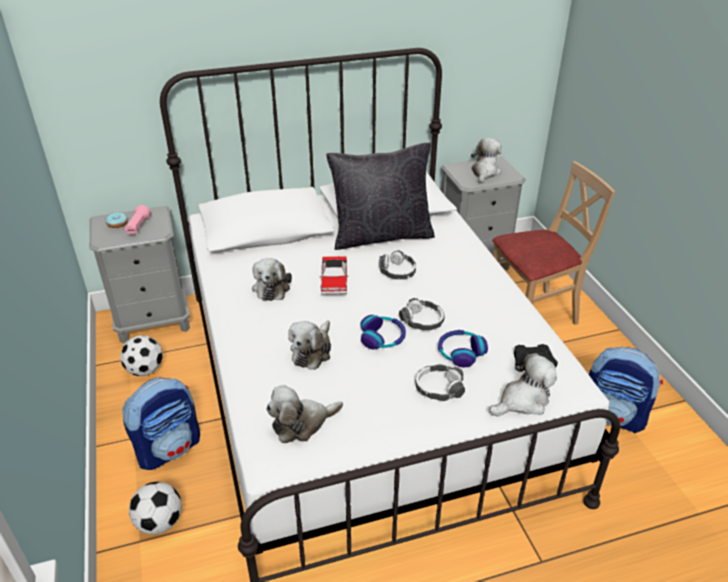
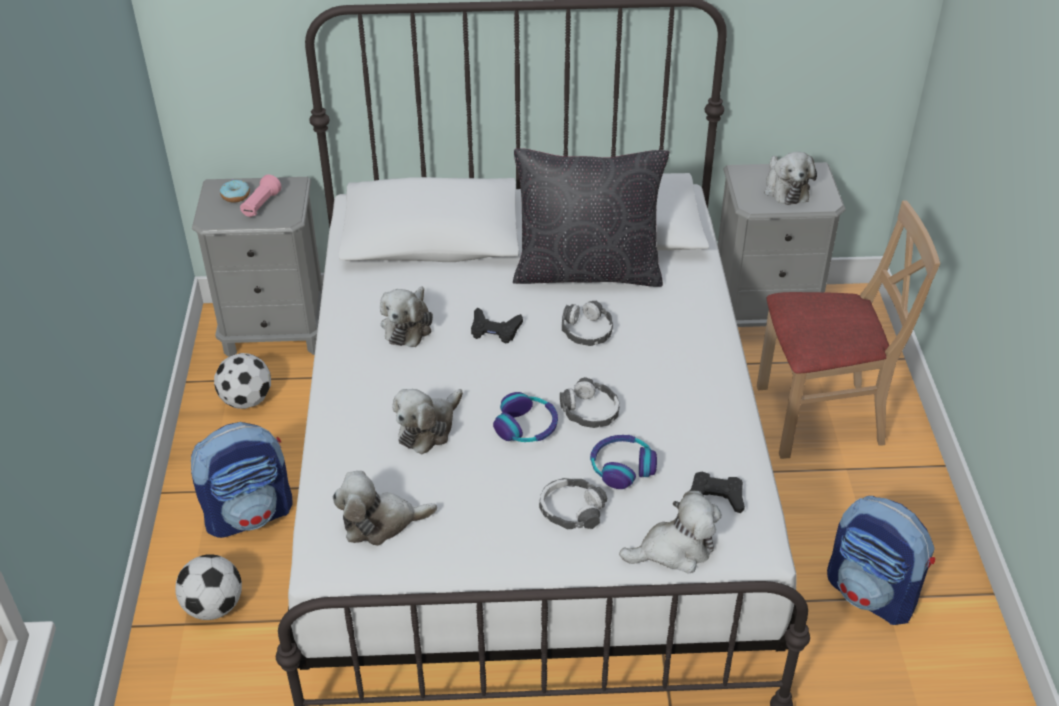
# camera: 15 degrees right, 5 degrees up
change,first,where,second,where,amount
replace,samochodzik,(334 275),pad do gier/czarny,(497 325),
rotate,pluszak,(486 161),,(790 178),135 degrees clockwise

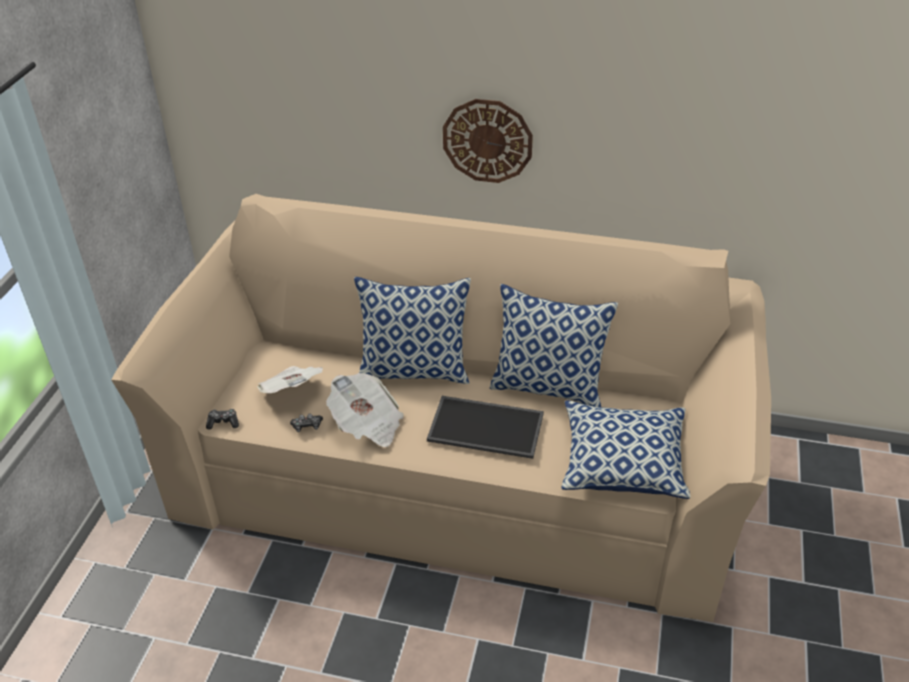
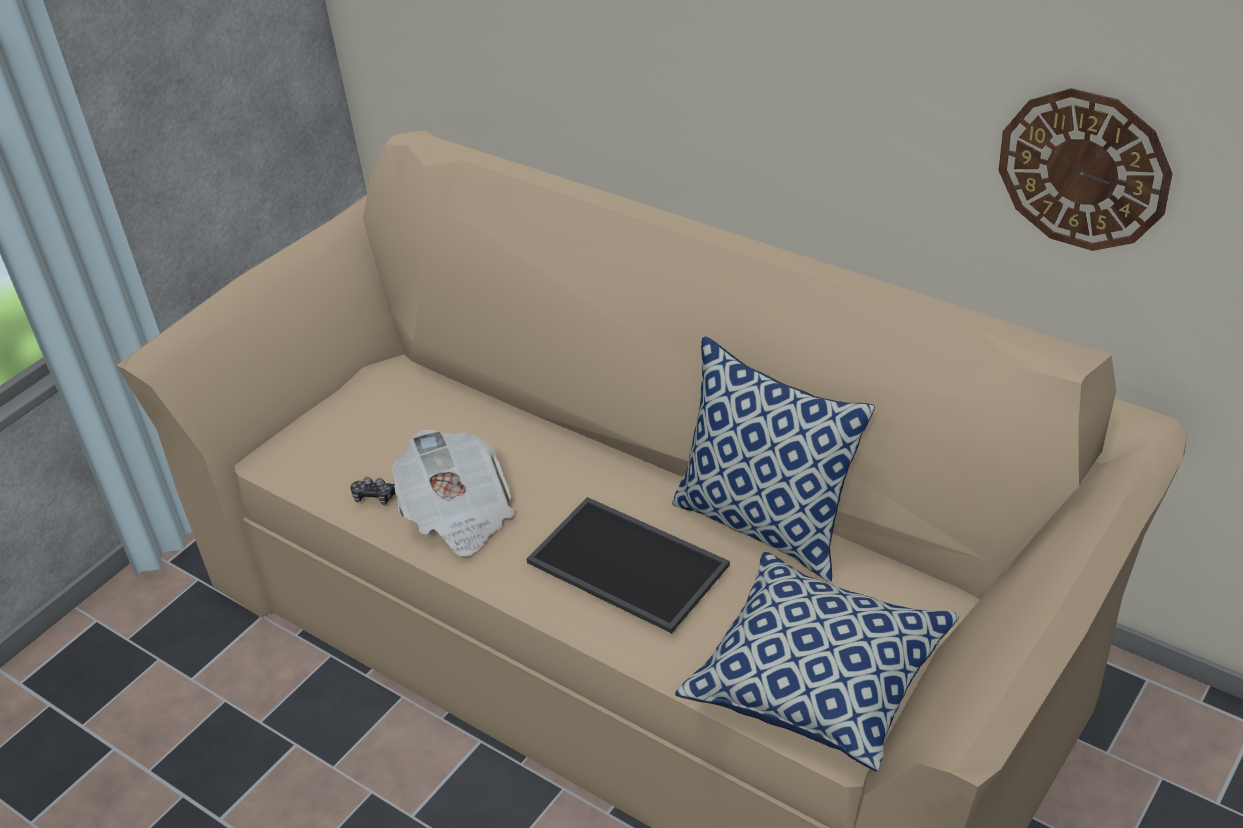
# camera: 25 degrees right, 0 degrees up
change,first,where,second,where,amount
move,zegar ścienny,(488 141),,(1086 169),
delete,pad do gier,(222 419),,,
delete,gazeta,(290 379),,,
delete,poduszka,(412 330),,,

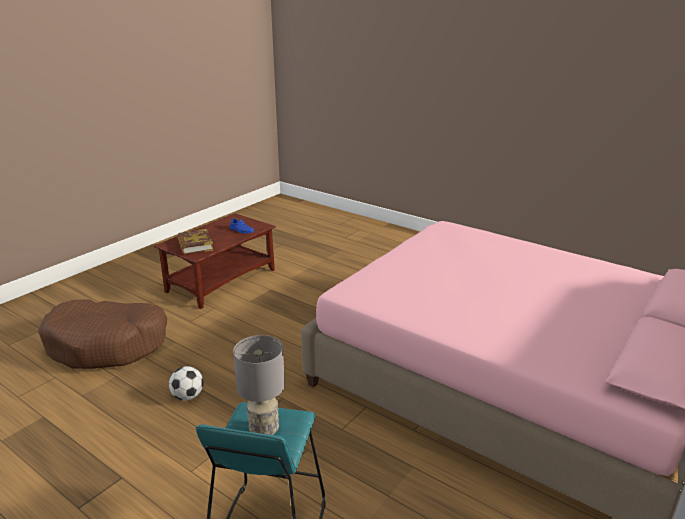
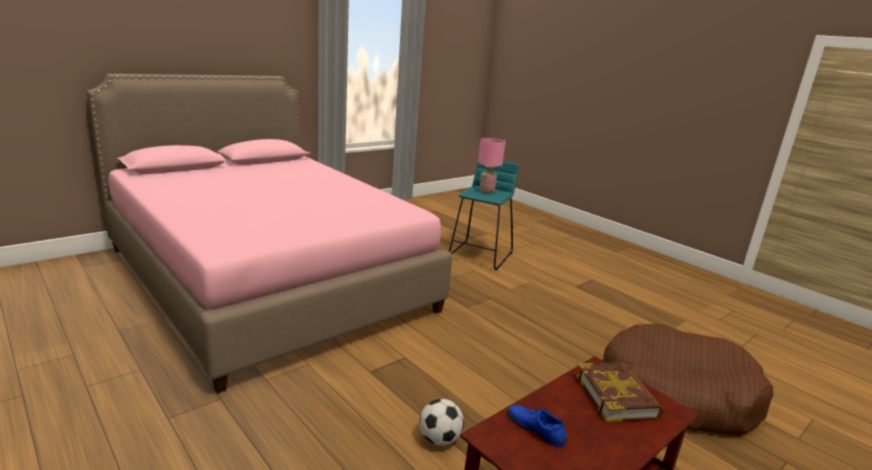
# camera: 170 degrees left, 5 degrees down
change,first,where,second,where,amount
move,piłka futbolowa,(186 383),,(442 422),
recolor,lampa stołowa/szary,(259 385),lampa stołowa/różowy,(491 165),

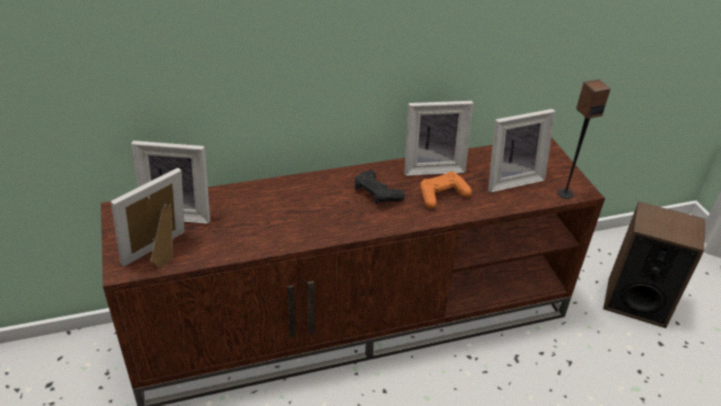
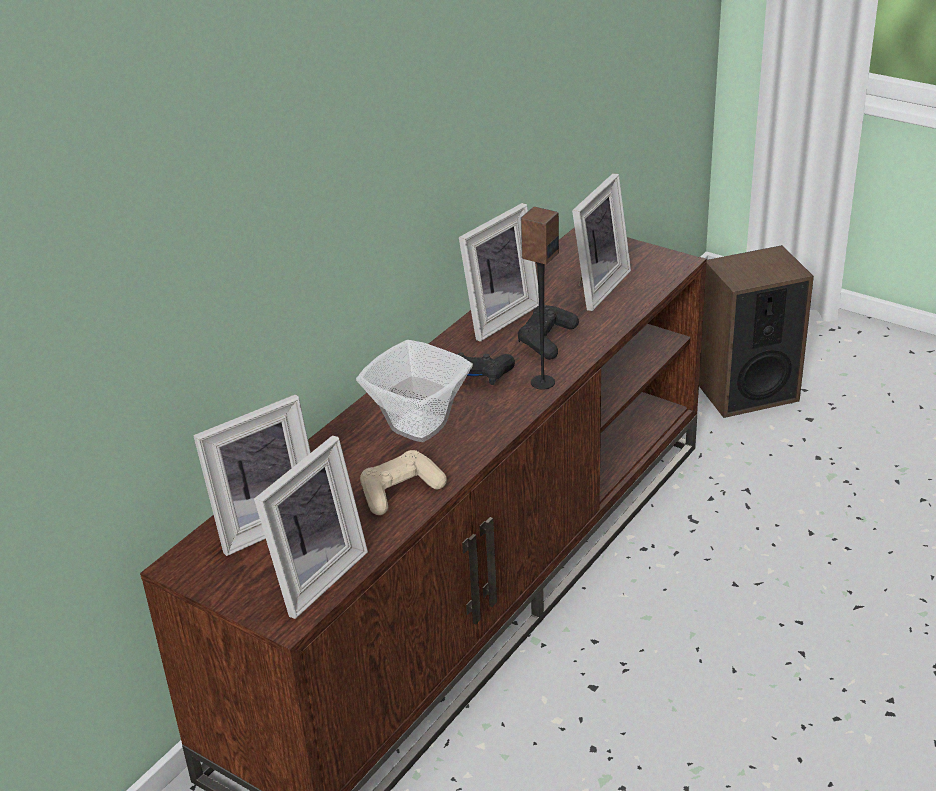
# camera: 35 degrees left, 5 degrees down
change,first,where,second,where,amount
rotate,ramka na zdjęcie,(148 218),,(311 527),150 degrees counterclockwise
insert,,,miska,(414 391),
insert,,,pad do gier/beżowy,(403 482),
recolor,pad do gier/pomarańczowy,(446 190),pad do gier/czarny,(548 332),
move,głośnik,(583 139),,(540 298),

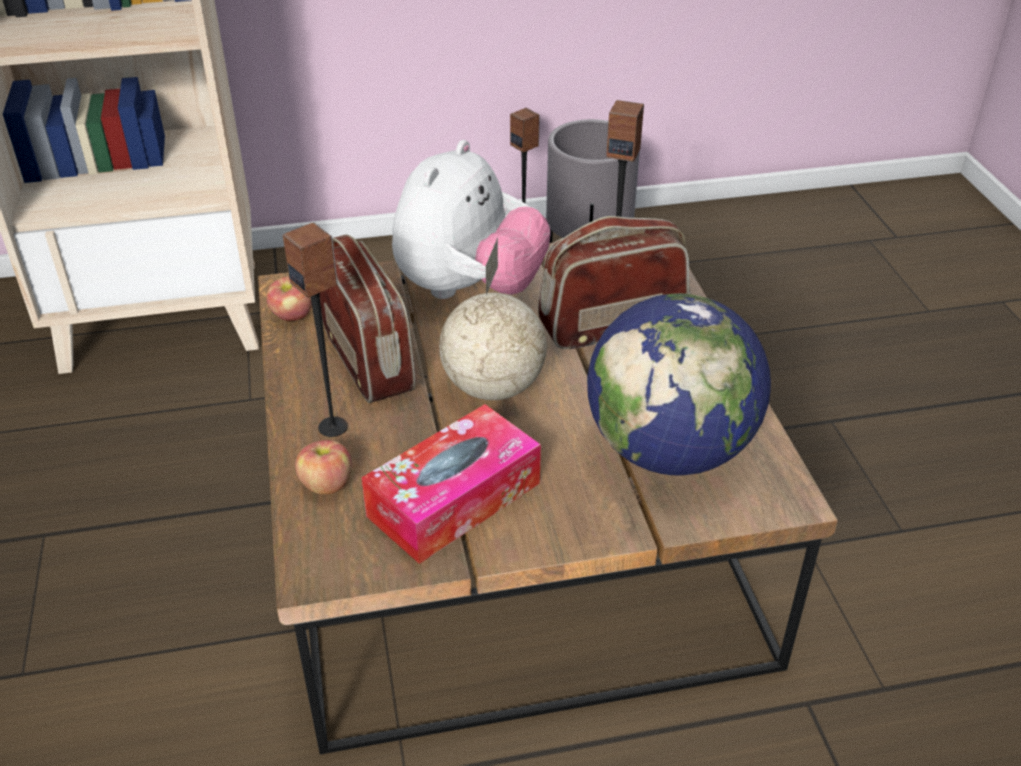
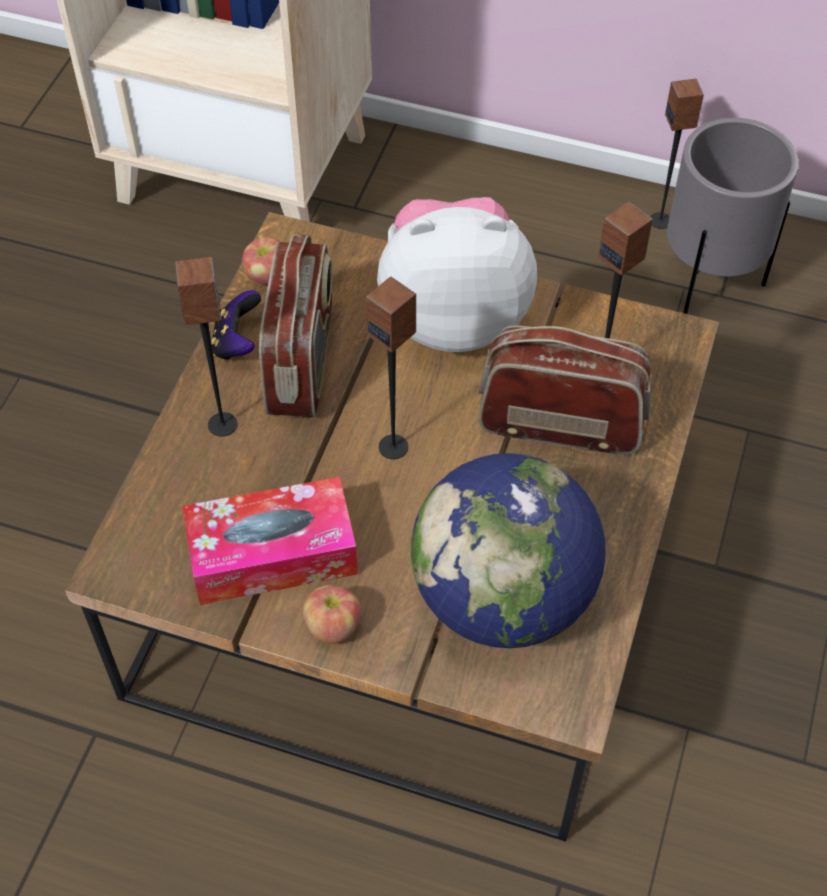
# camera: 30 degrees right, 15 degrees up
change,first,where,second,where,amount
insert,,,pad do gier,(236 325),
move,jabłko,(323 467),,(332 614),
replace,globus,(493 319),głośnik,(391 368),
rotate,pluszak,(471 219),,(457 274),150 degrees counterclockwise

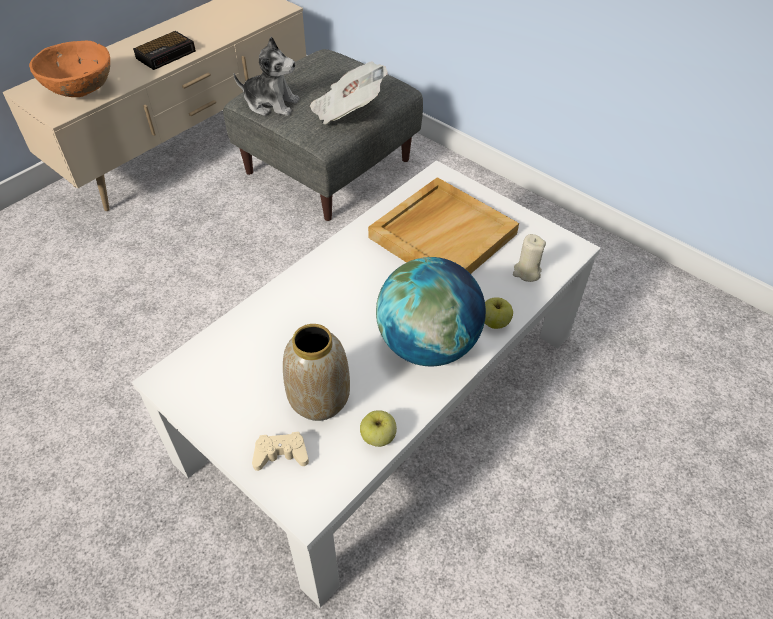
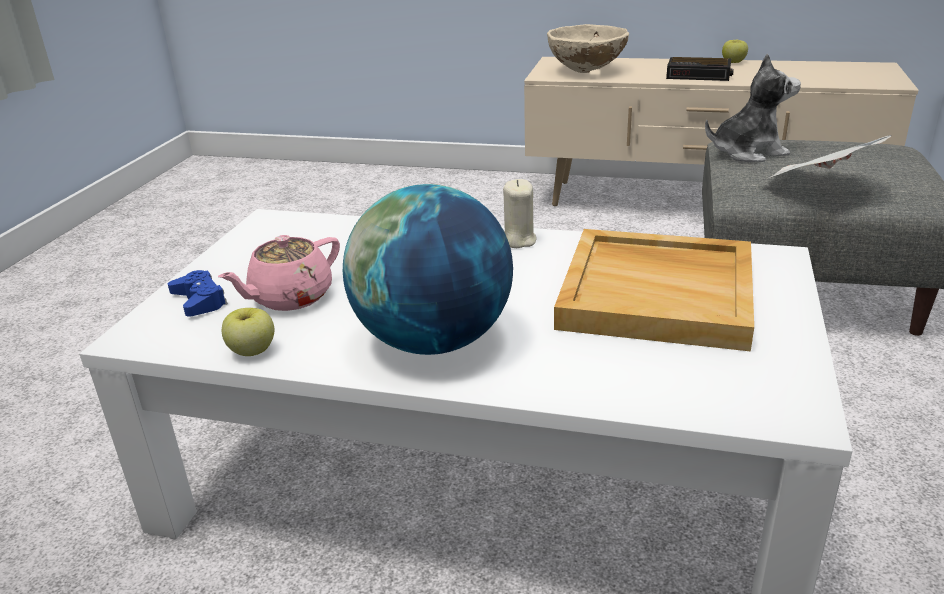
# camera: 65 degrees right, 20 degrees down
change,first,where,second,where,amount
recolor,pad do gier/beżowy,(280 451),pad do gier/niebieski,(198 293),
replace,wazon,(316 372),imbryk/różowy,(279 273),
move,świeca/beżowy,(529 258),,(520 213),
recolor,miska/pomarańczowy,(69 69),miska/beżowy,(588 48),
rotate,pluszak,(266 76),,(753 108),90 degrees counterclockwise
move,jabłko,(499 313),,(735 51),

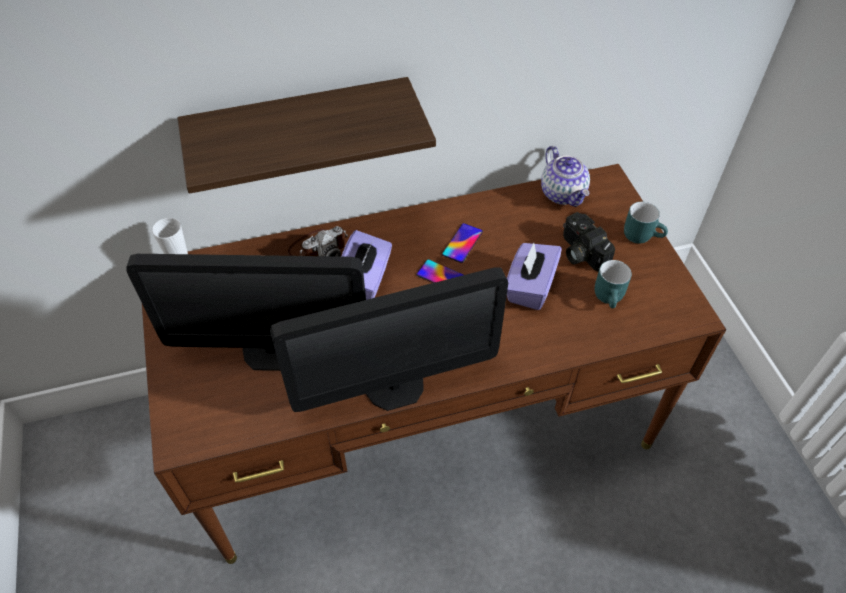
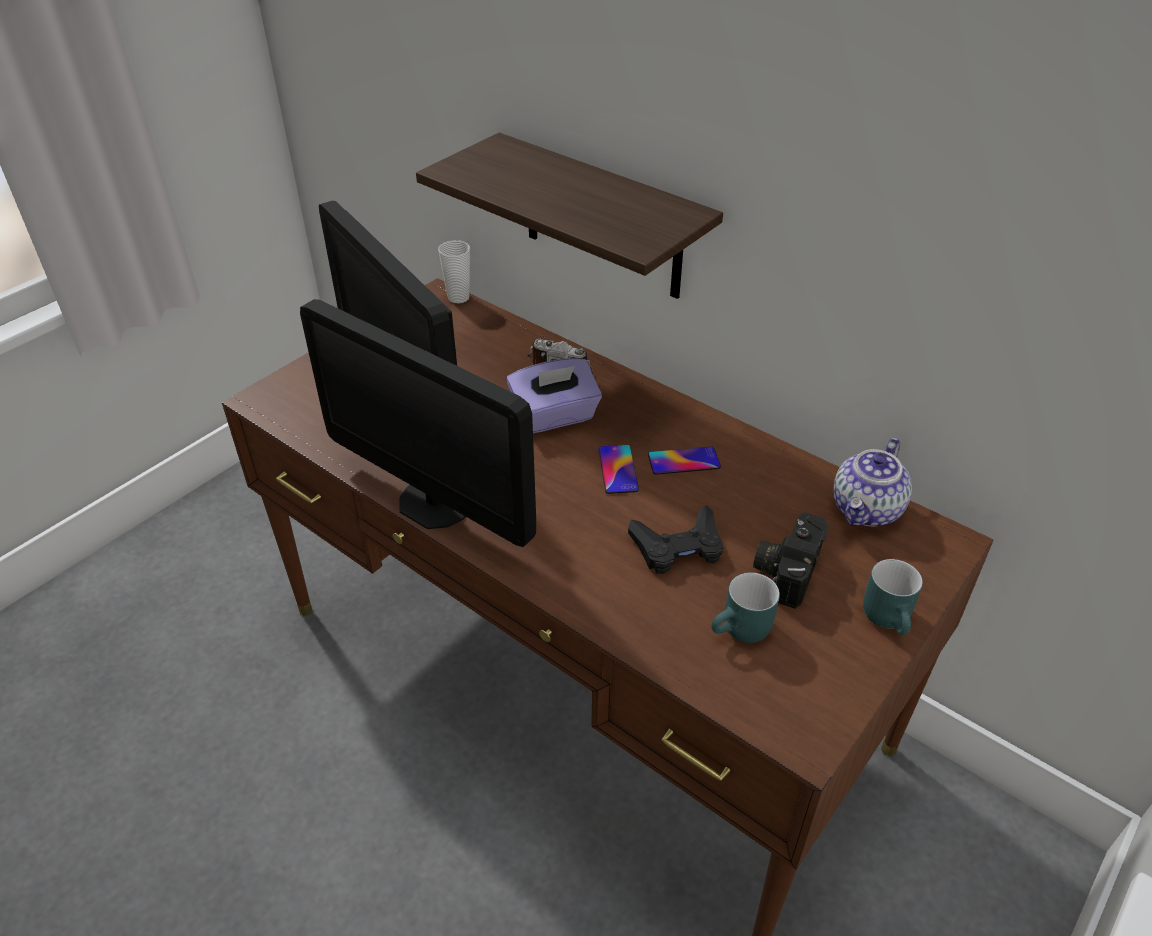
# camera: 55 degrees right, 10 degrees down
change,first,where,second,where,amount
replace,pudełko chusteczek/fioletowy,(534 276),pad do gier/czarny,(675 539),

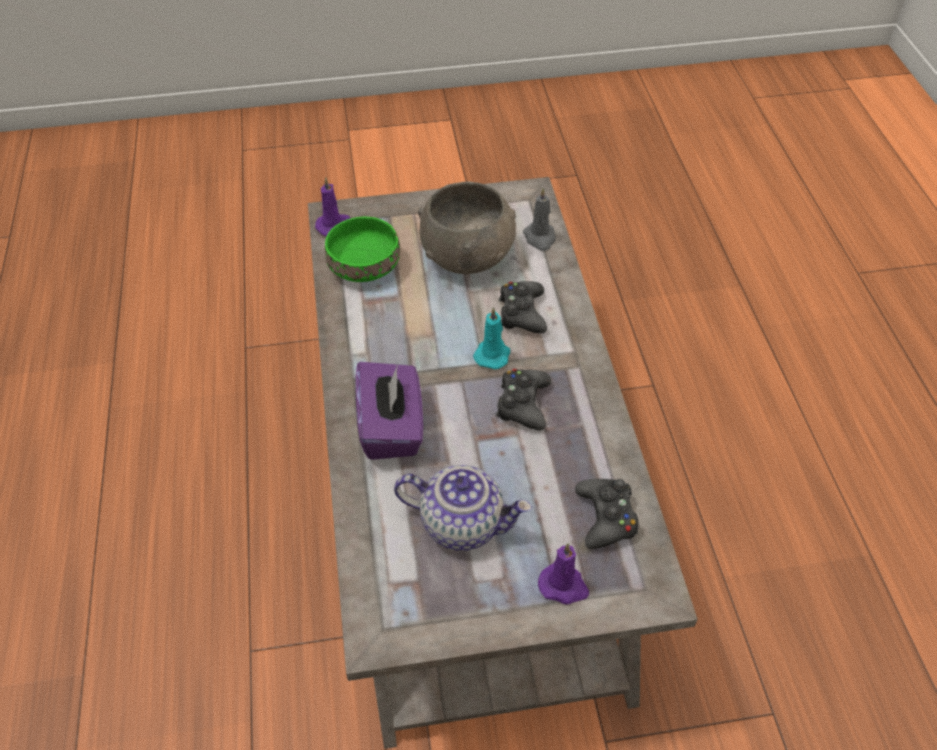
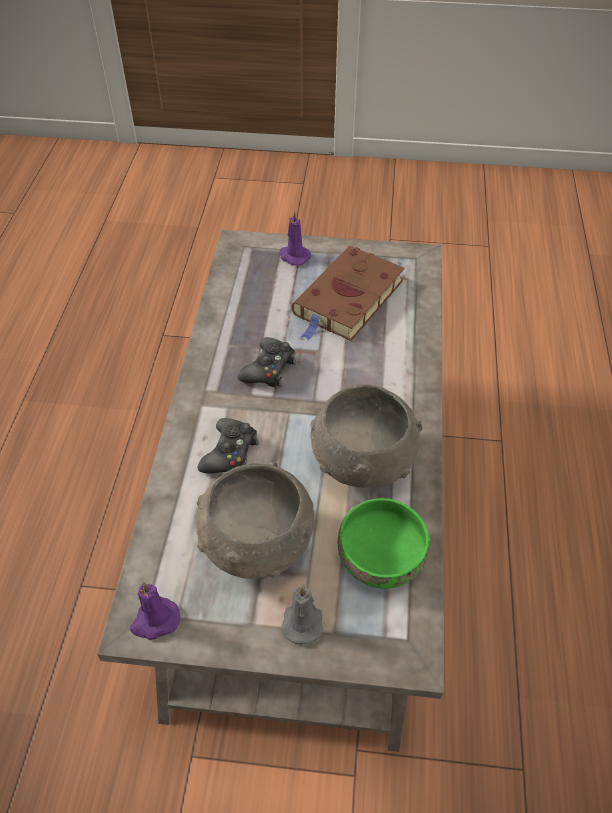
# camera: 165 degrees left, 0 degrees up
change,first,where,second,where,amount
move,świeca/fioletowy,(333 206),,(155 611),
move,świeca/szary,(539 219),,(302 614),
replace,imbryk,(463 508),książka/brązowy,(348 293),
insert,,,miska/szary,(366 436),
delete,pudełko chusteczek/fioletowy,(389 411),,,
delete,świeca/turkusowy,(491 338),,,
delete,pad do gier/czarny,(607 514),,,

